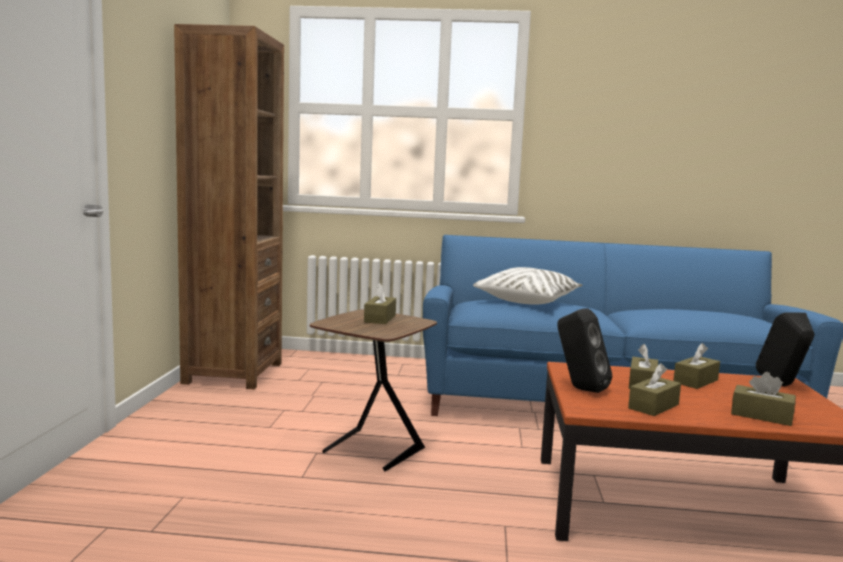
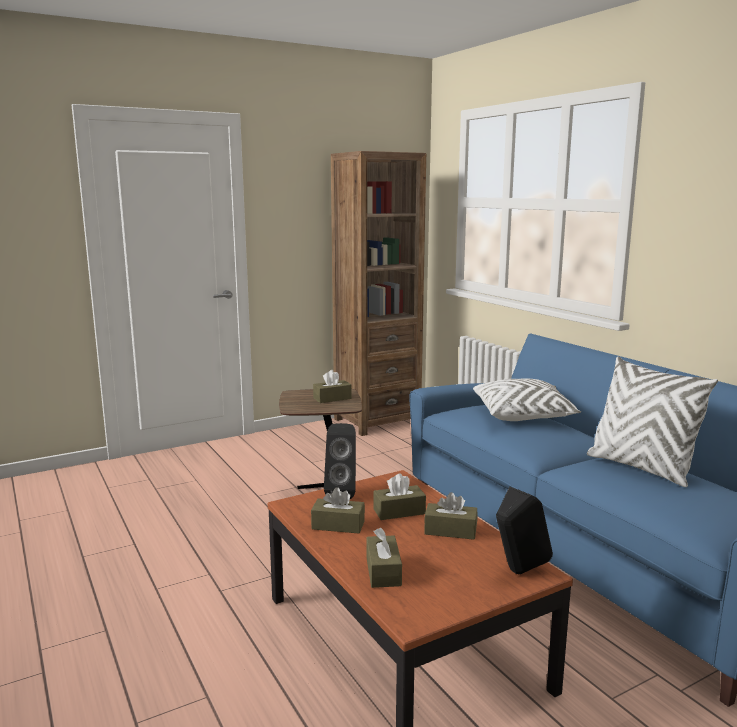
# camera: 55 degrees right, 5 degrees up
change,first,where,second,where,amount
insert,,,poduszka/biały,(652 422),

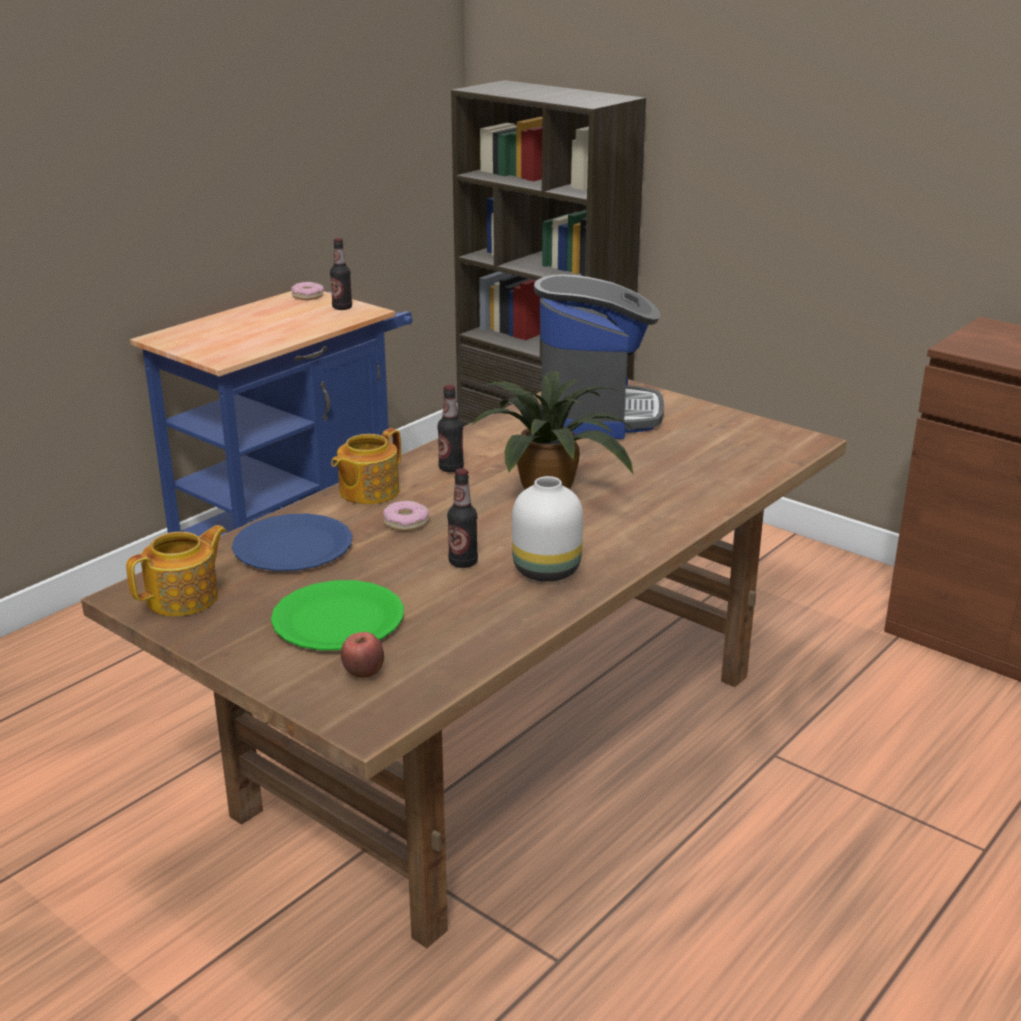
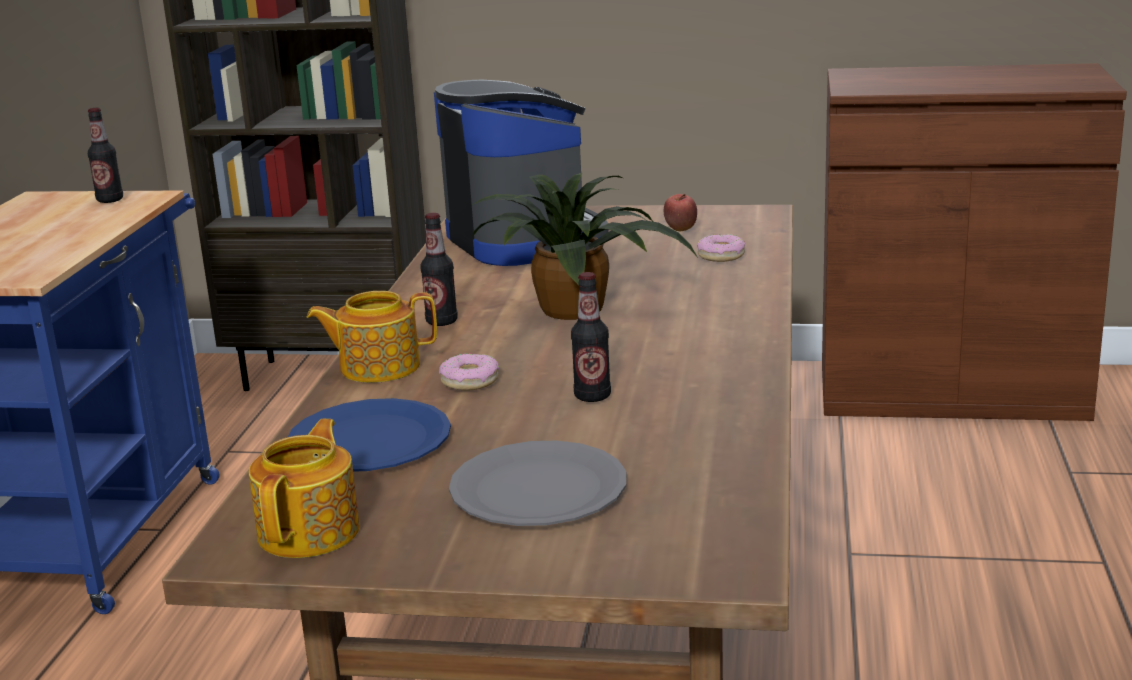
# camera: 30 degrees left, 5 degrees down
change,first,where,second,where,amount
rotate,imbryk,(366 466),,(372 337),75 degrees clockwise
recolor,talerz/zielony,(337 615),talerz/szary,(537 483),
move,jabłko,(362 655),,(680 212),
move,donut,(307 291),,(721 248),
delete,wazon/biały,(547 529),,,

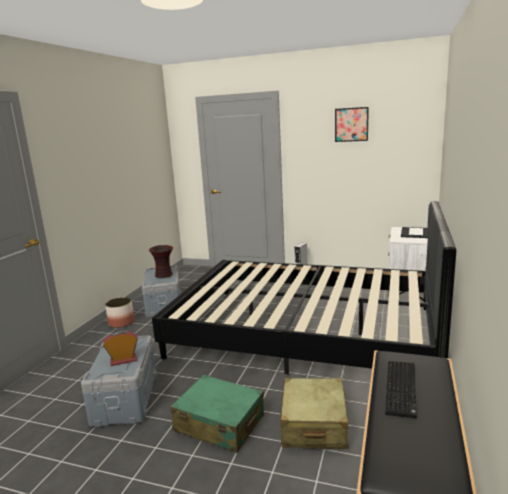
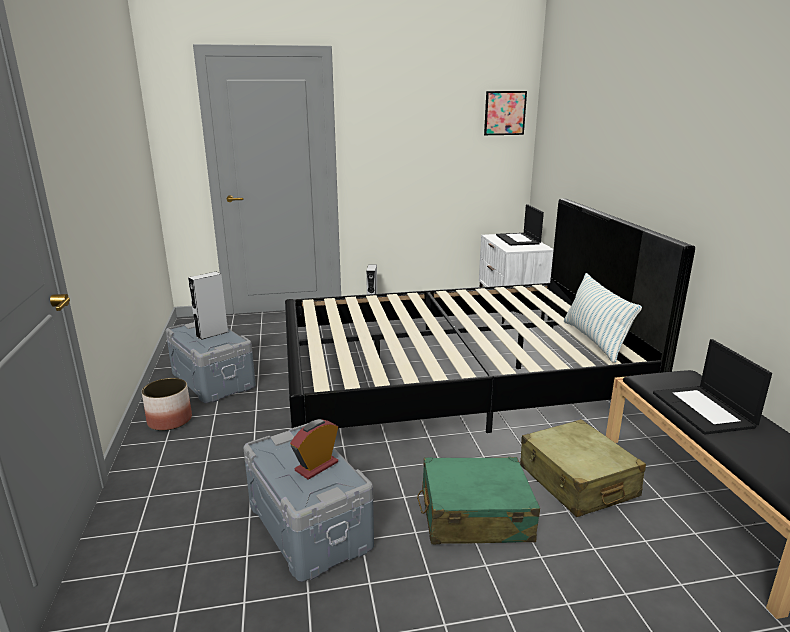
# camera: 30 degrees left, 5 degrees up
change,first,where,second,where,amount
replace,wazon,(161 261),głośnik/szary,(208 306),
move,obraz,(352 124),,(505 113),
insert,,,poduszka,(603 318),
replace,klawiatura,(401 389),laptop,(712 387),

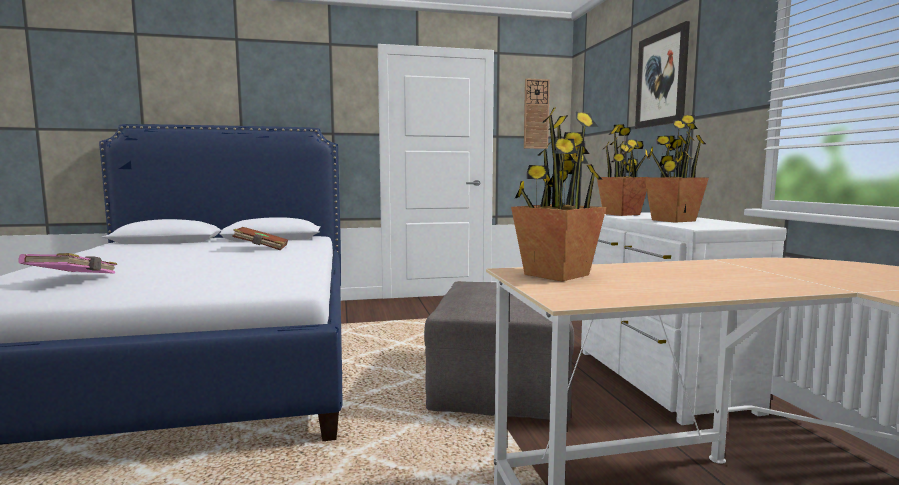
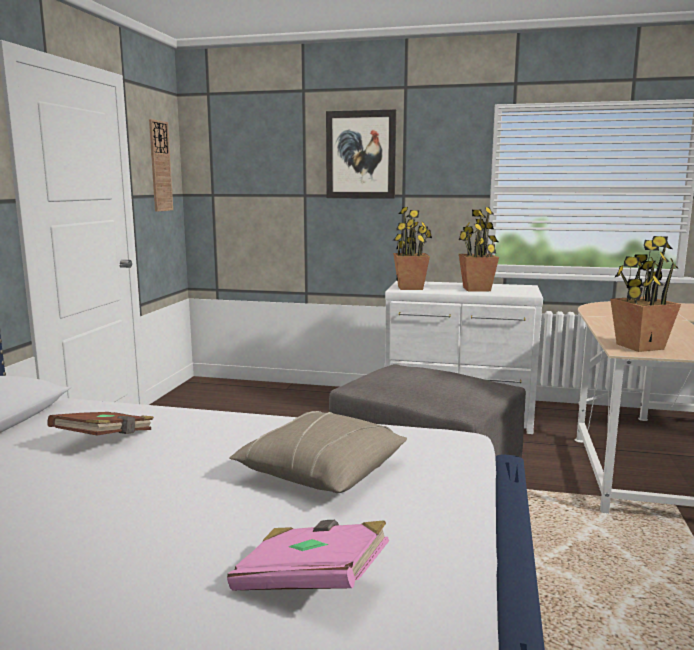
# camera: 65 degrees left, 5 degrees up
change,first,where,second,where,amount
insert,,,poduszka/beżowy,(318 452),

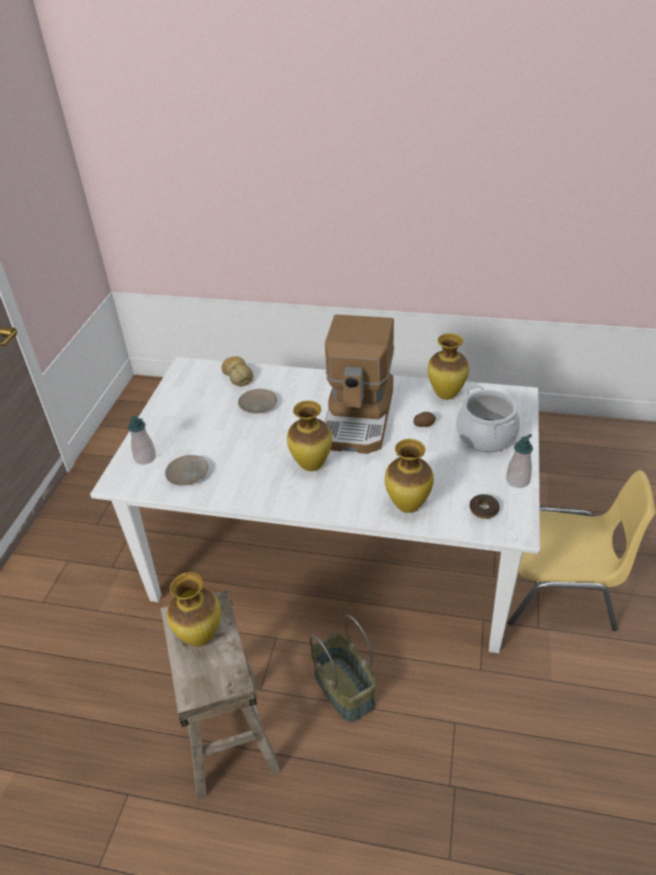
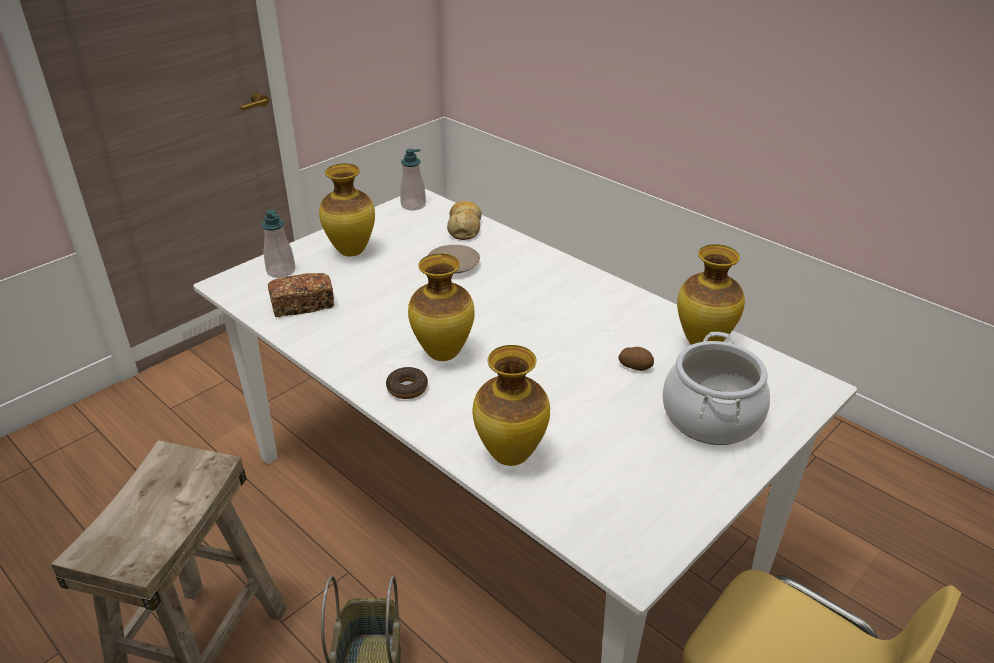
# camera: 30 degrees right, 5 degrees down
change,first,where,second,where,amount
replace,talerz/beżowy,(186 470),chleb,(301 295),
move,wazon,(194 609),,(347 210),
move,donut,(485 506),,(407 383),
move,dozownik mydła,(519 461),,(413 179),
delete,ekspres do kawy,(359 384),,,

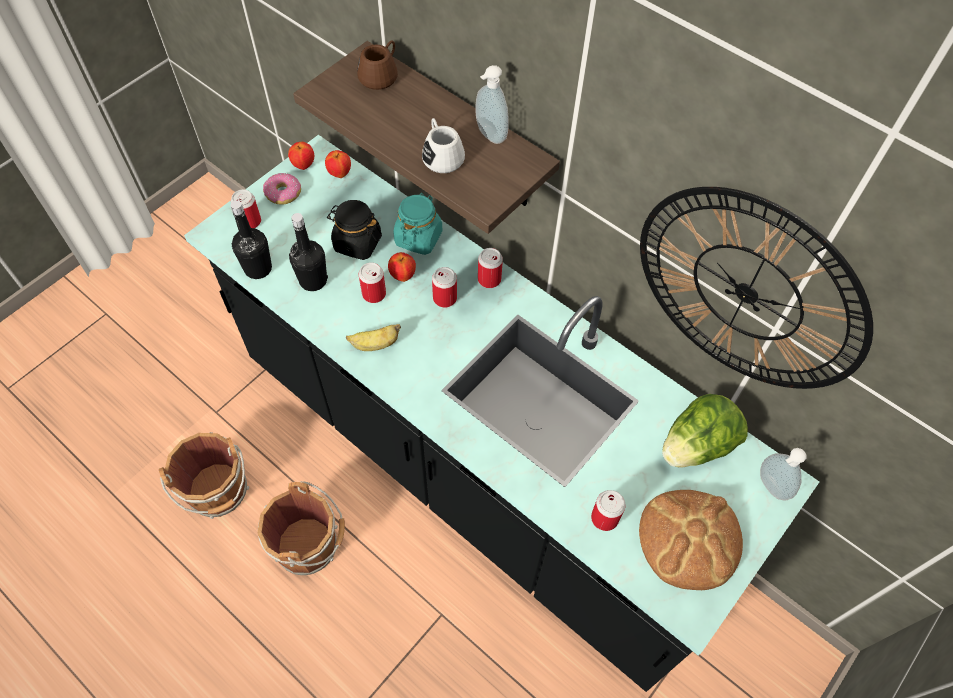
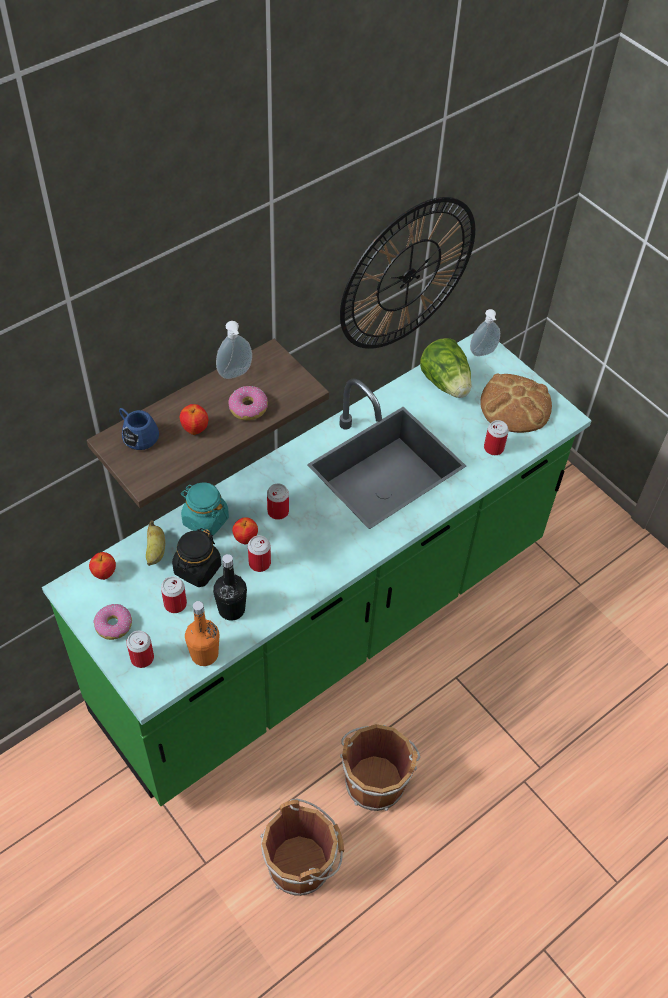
# camera: 80 degrees left, 5 degrees down
change,first,where,second,where,amount
recolor,zabudowa kuchenna/czarny,(501 413),zabudowa kuchenna/zielony,(317 569),
recolor,kubek/brązowy,(377 65),kubek/niebieski,(139 429),
move,banan,(373 337),,(155 543),
move,puszka,(490 268),,(174 594),
move,jabłko,(301 156),,(194 419),
recolor,butelka/czarny,(251 239),butelka/pomarańczowy,(202 633),
replace,kubek/biały,(443 145),donut,(248 403),

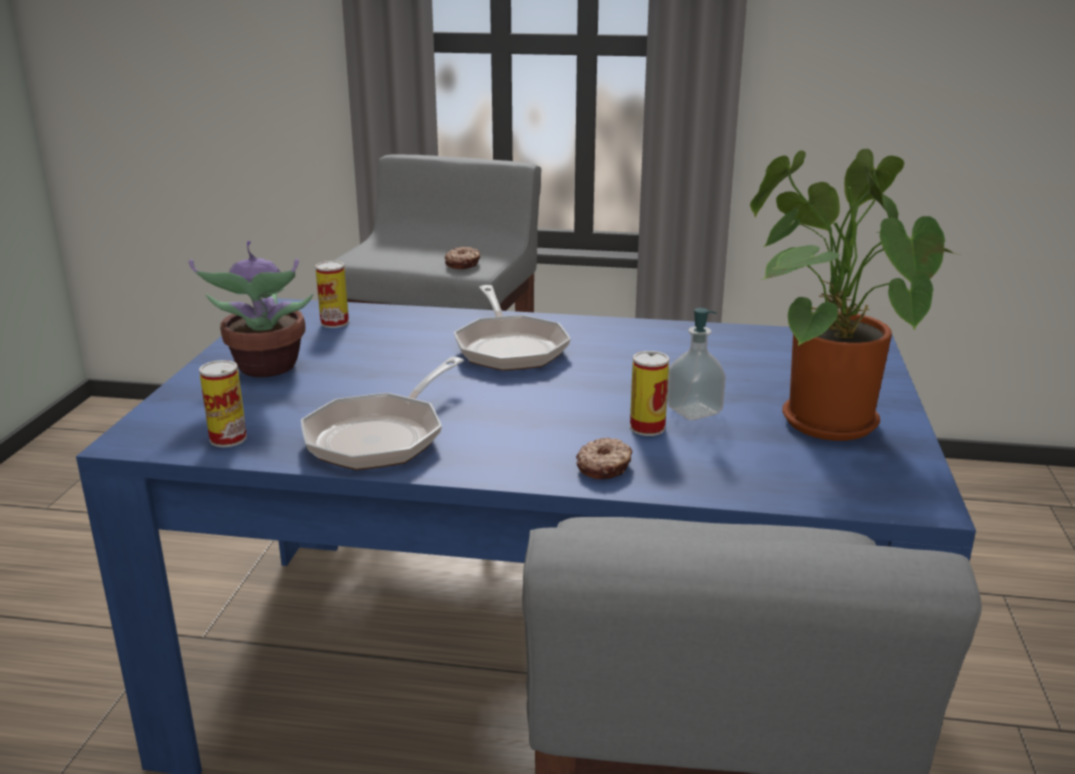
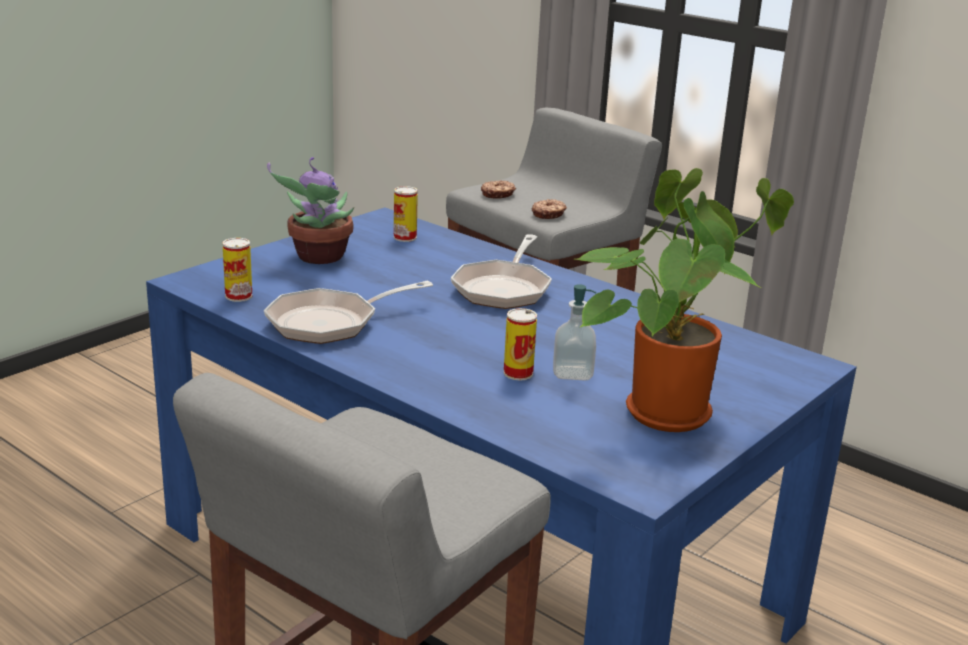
# camera: 30 degrees right, 0 degrees up
change,first,where,second,where,amount
move,donut,(604 458),,(498 189),

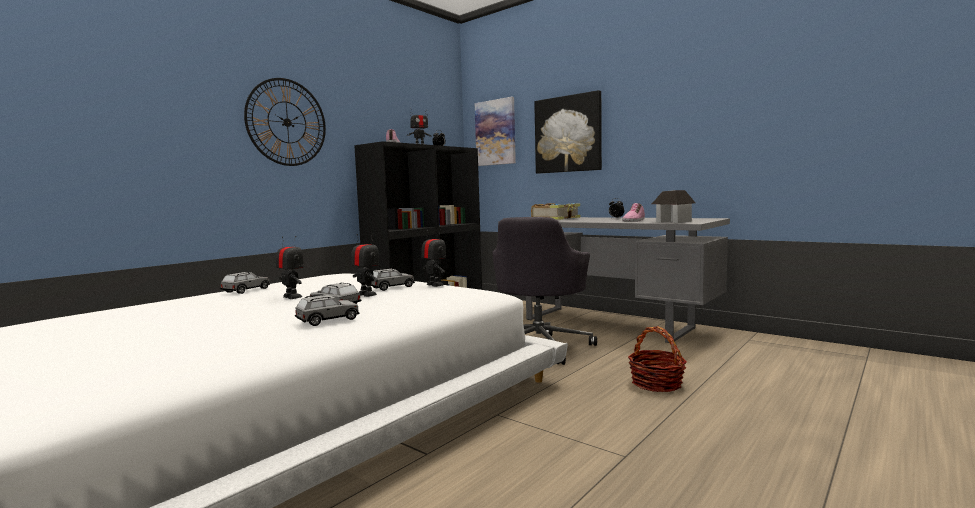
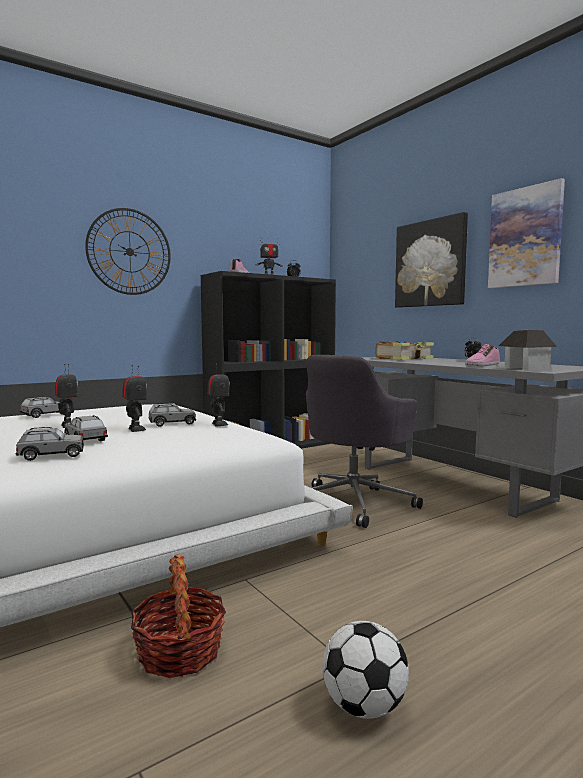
# camera: 15 degrees right, 0 degrees up
change,first,where,second,where,amount
move,koszyk,(657 359),,(178 616),
insert,,,piłka futbolowa,(365 670),
move,obraz,(495 131),,(526 233),

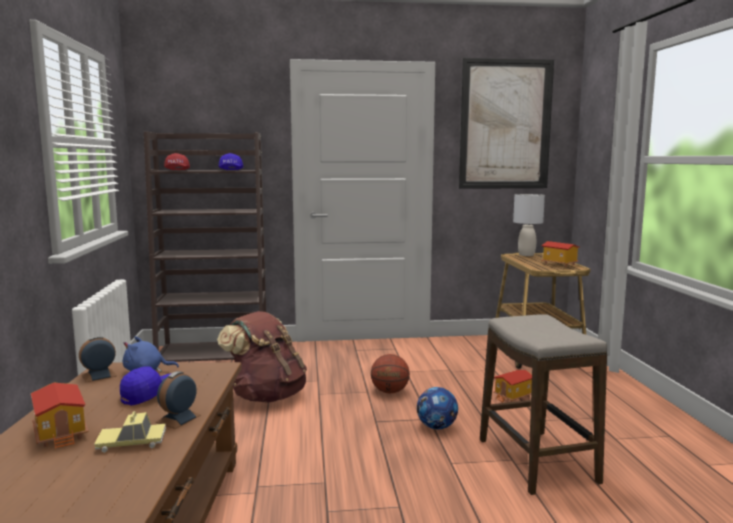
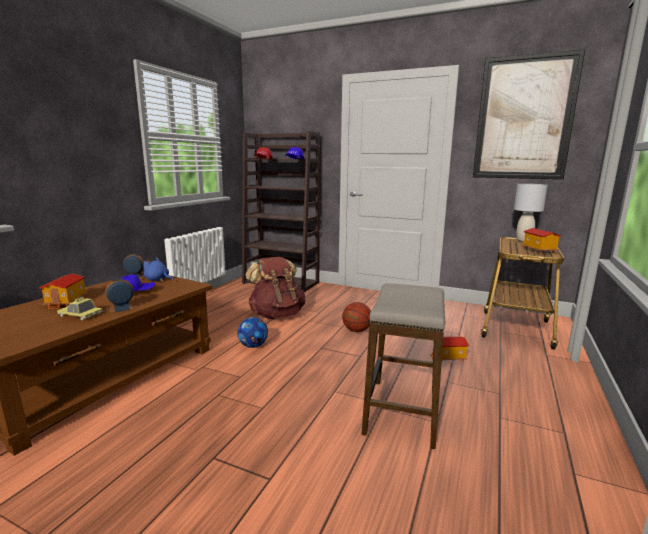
# camera: 30 degrees right, 5 degrees up
change,first,where,second,where,amount
move,piłka futbolowa,(437 408),,(252 332),

